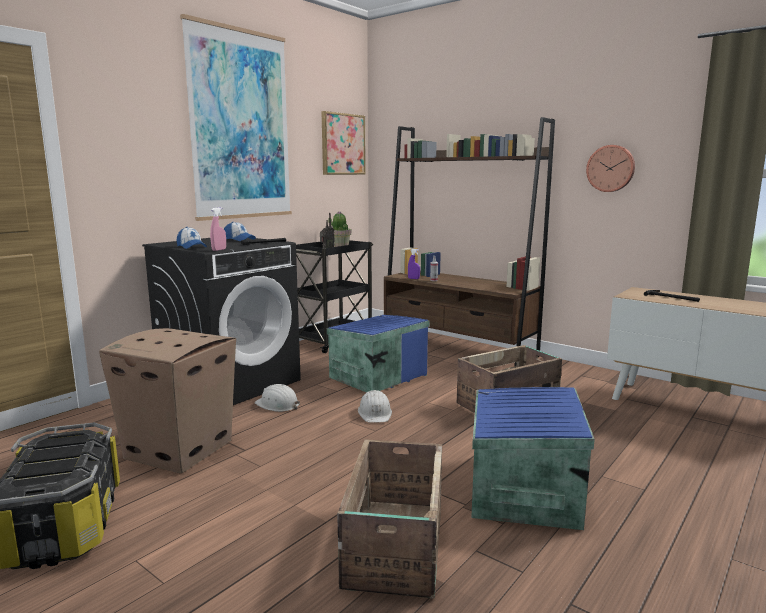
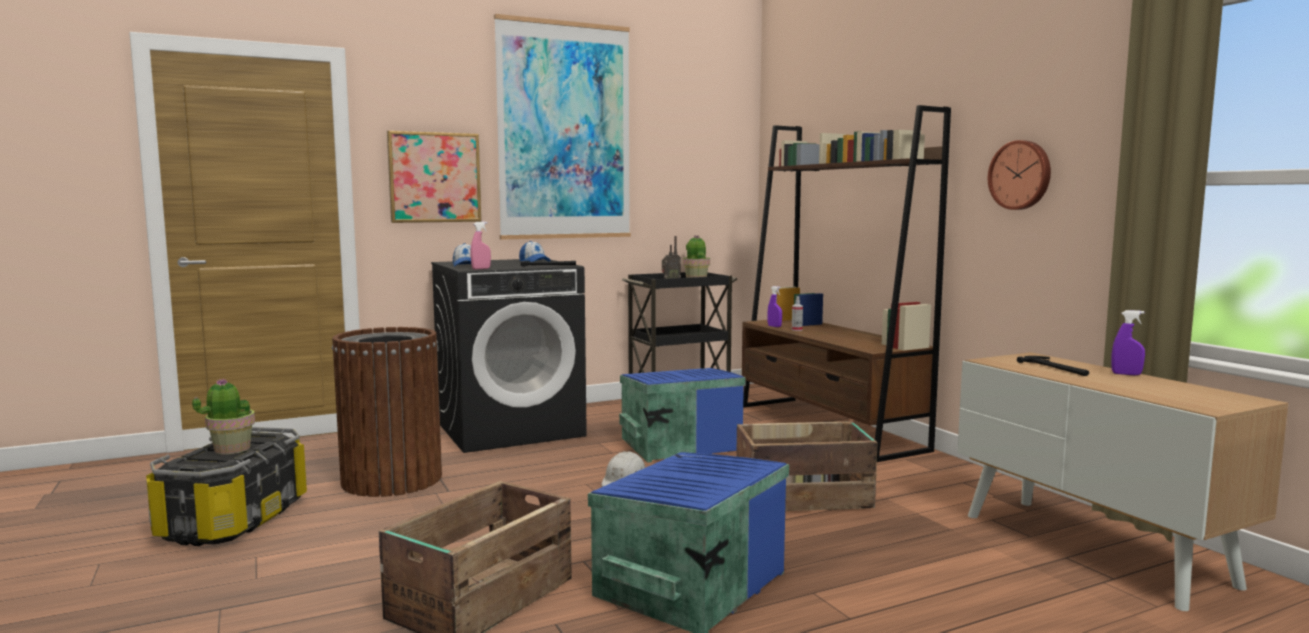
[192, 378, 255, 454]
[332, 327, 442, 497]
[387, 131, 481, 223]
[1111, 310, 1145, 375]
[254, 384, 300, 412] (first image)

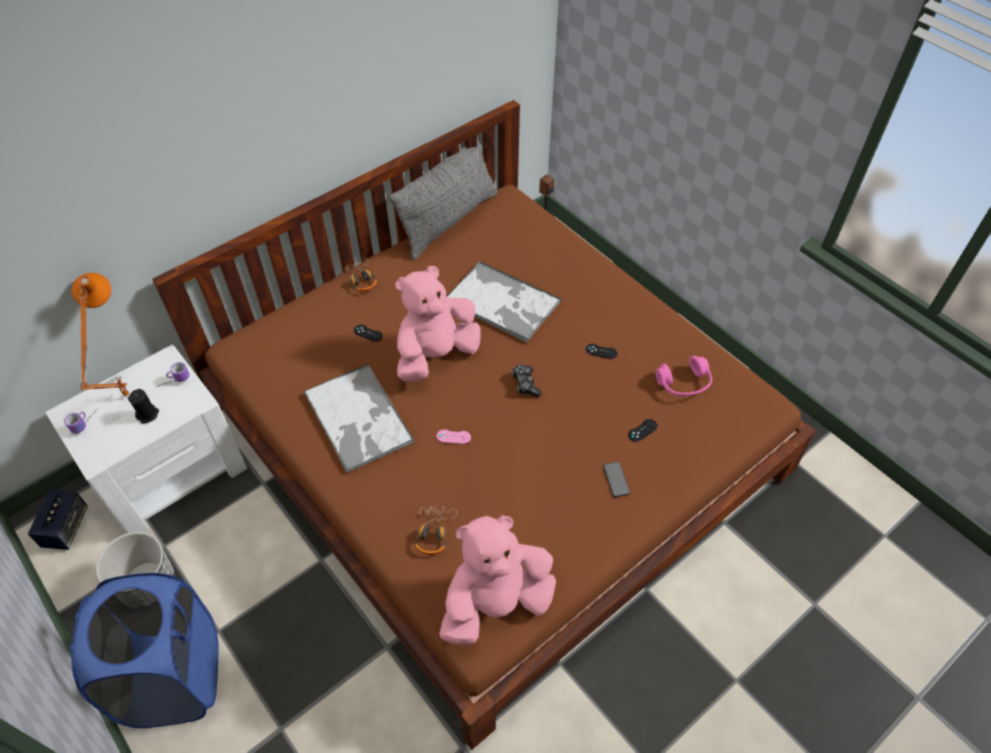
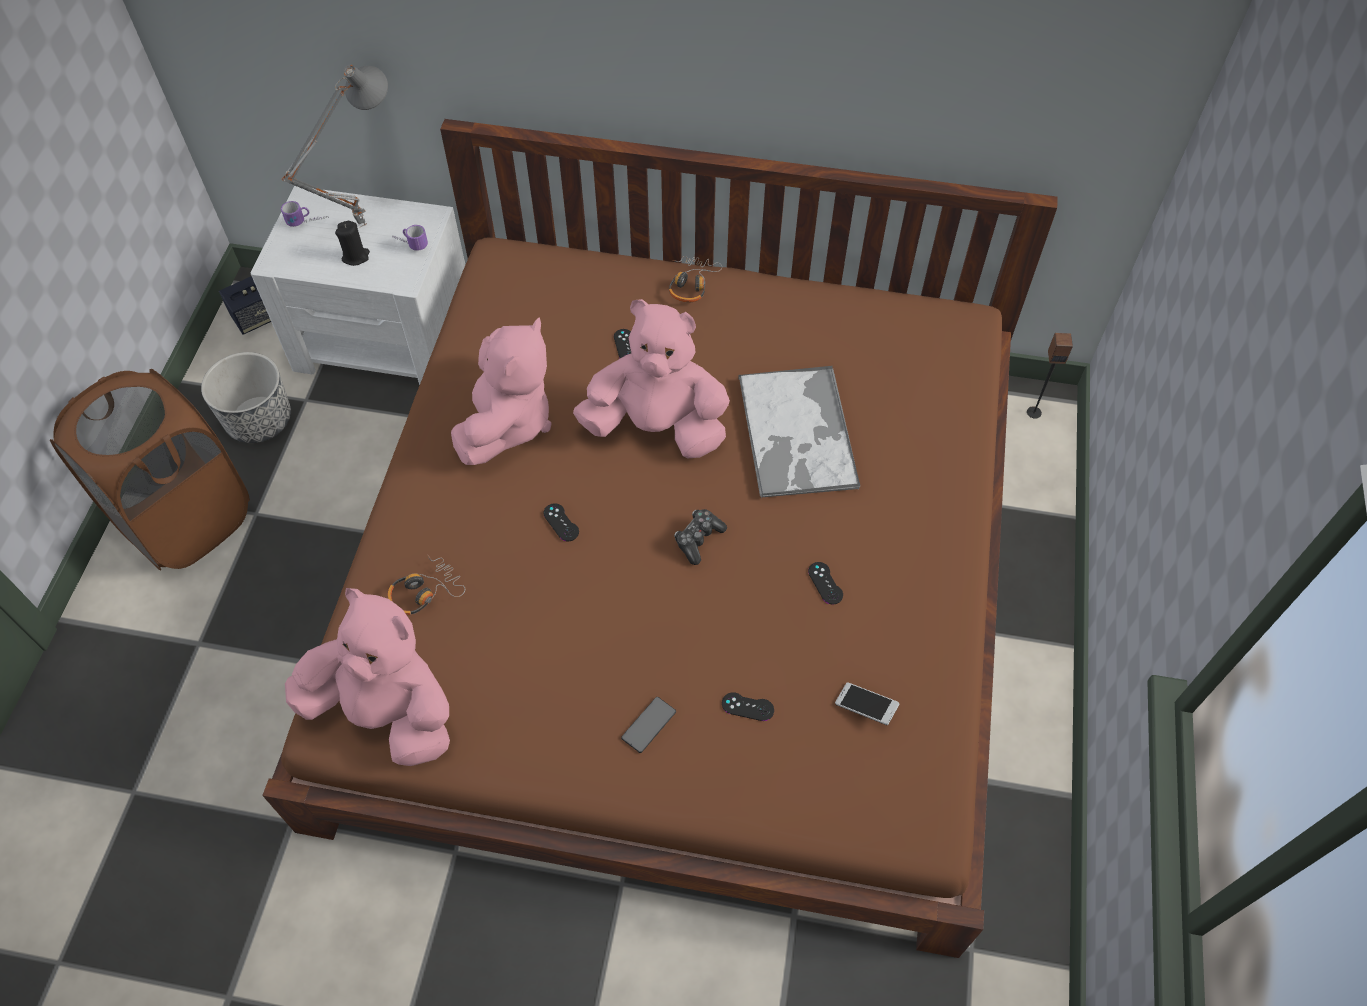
[50, 369, 250, 571]
[282, 65, 388, 227]
[451, 317, 552, 465]
[543, 503, 579, 541]
[835, 682, 899, 725]
[389, 134, 498, 260] (first image)

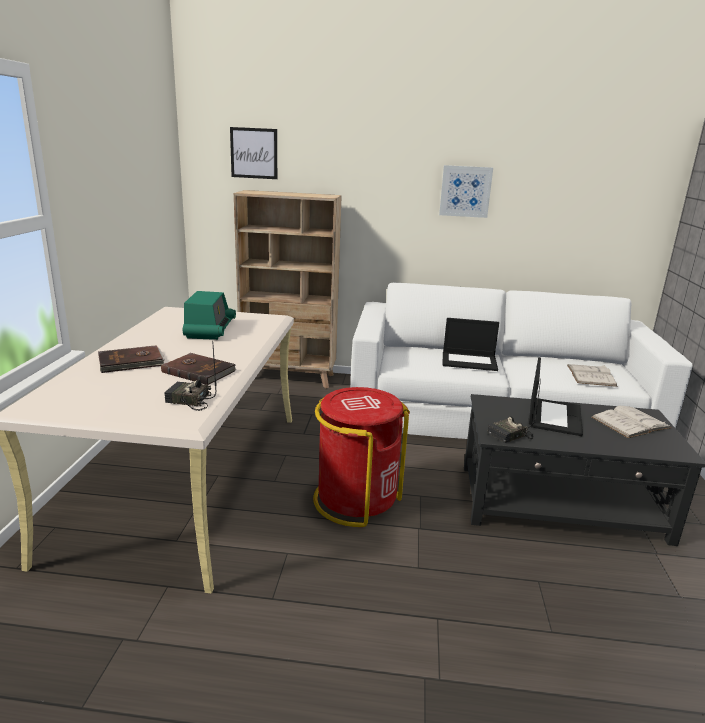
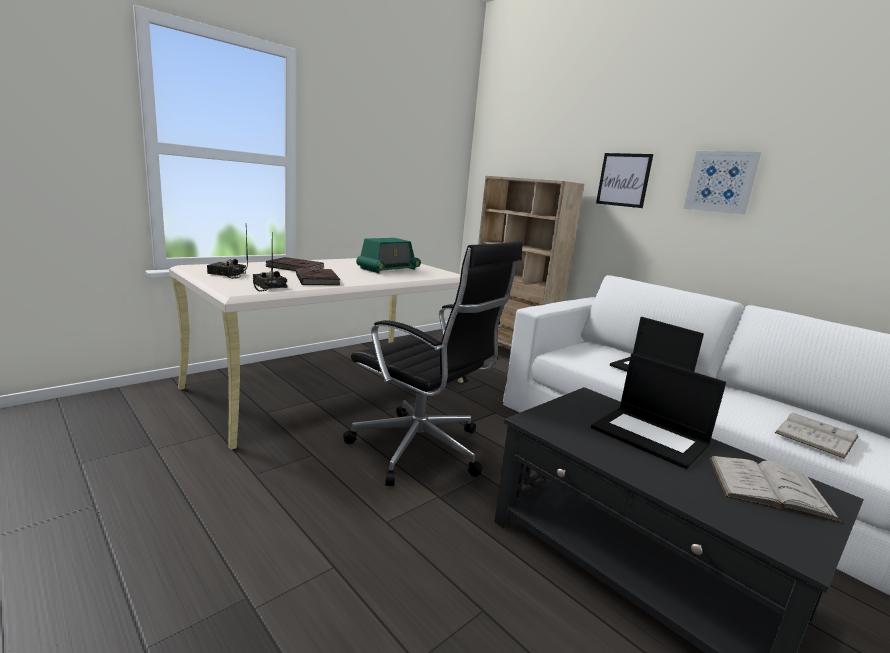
[207, 228, 248, 279]
[343, 241, 522, 486]
[591, 353, 726, 469]
[596, 153, 653, 208]

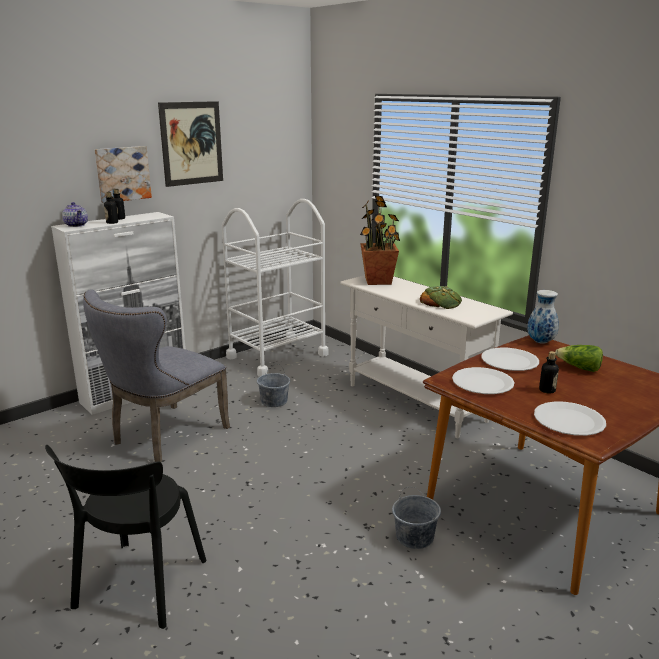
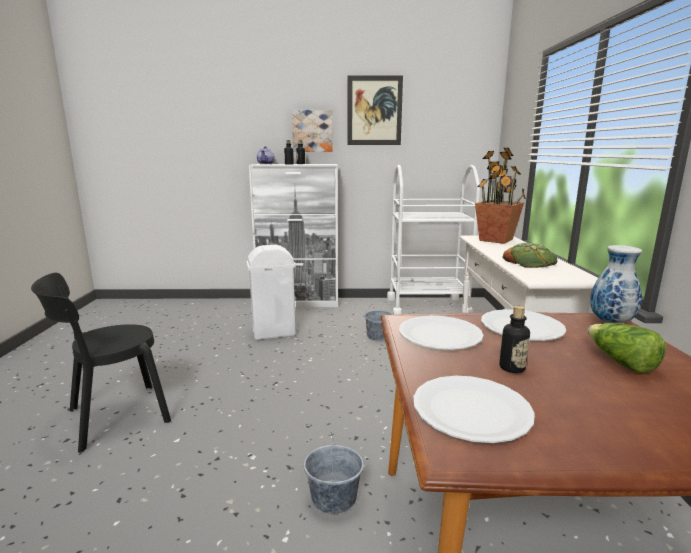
[246, 245, 296, 340]

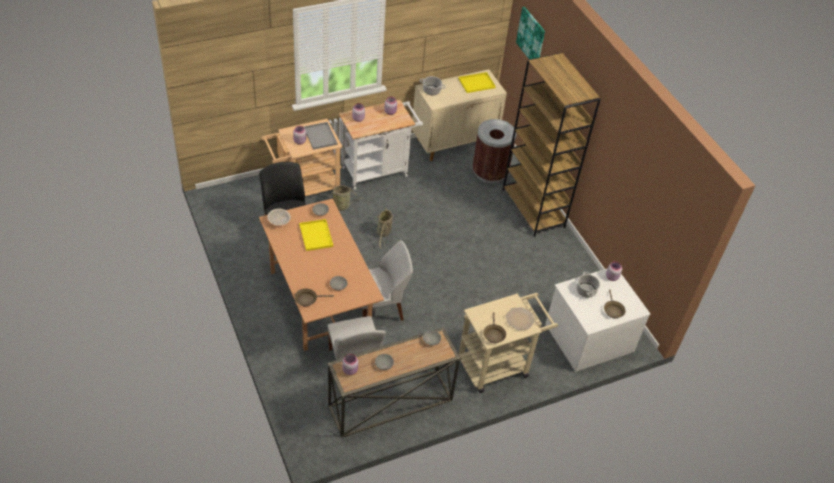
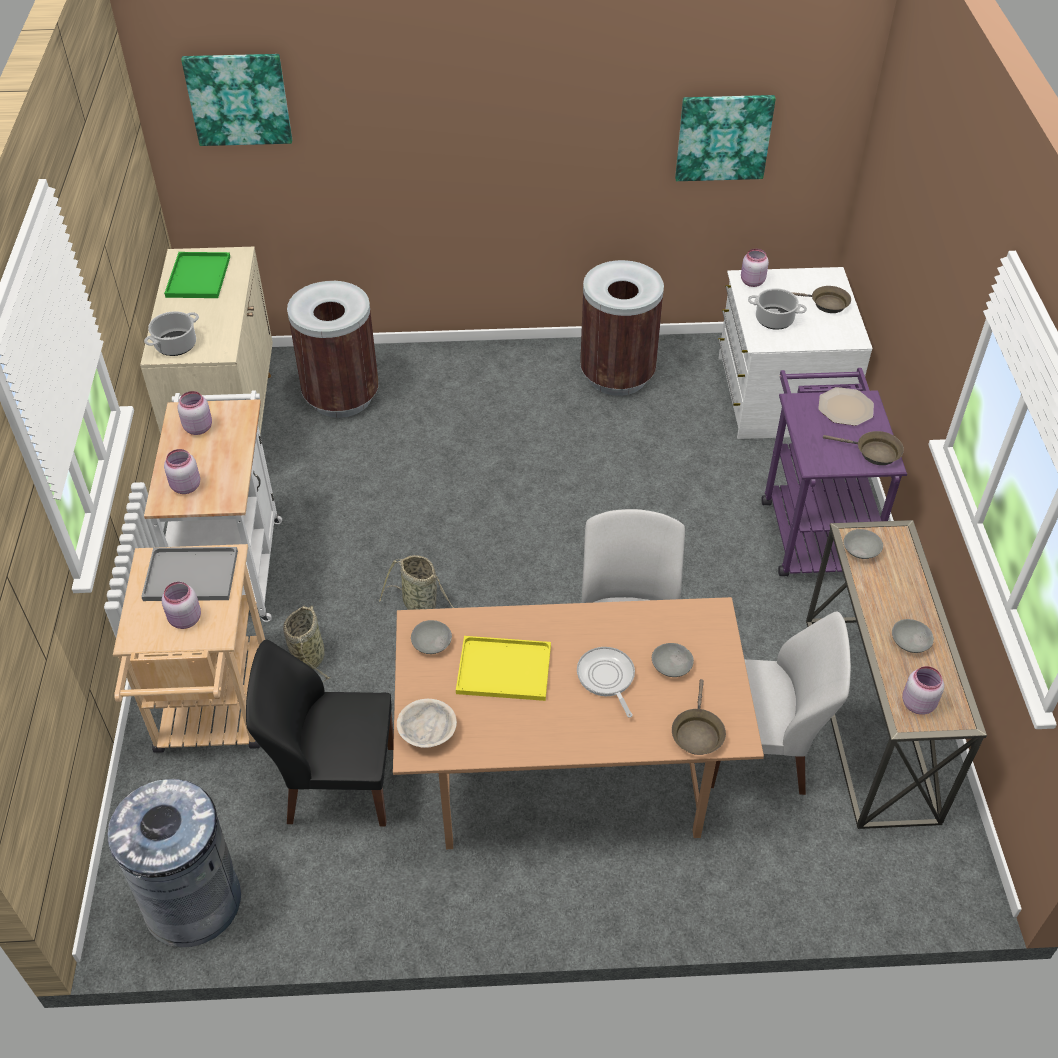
[107, 779, 241, 947]
[164, 252, 230, 298]
[577, 647, 635, 718]
[580, 260, 664, 396]
[675, 95, 776, 181]
[761, 368, 907, 576]
[502, 53, 601, 237] (first image)

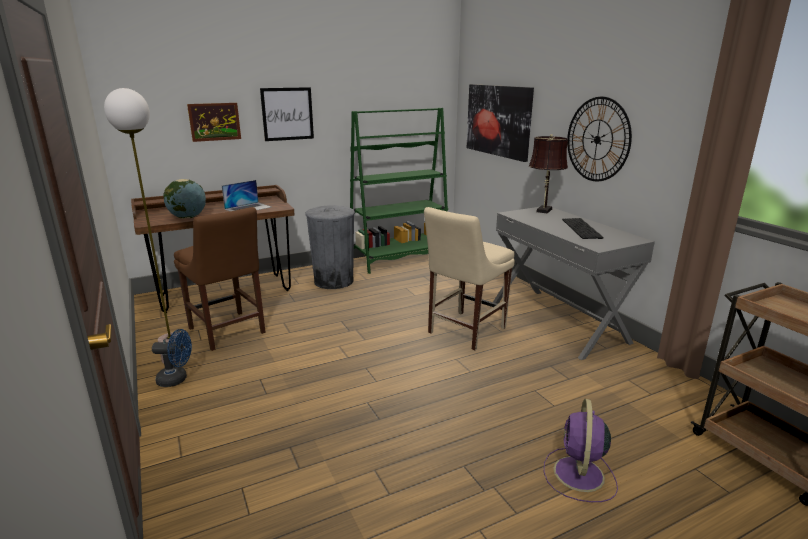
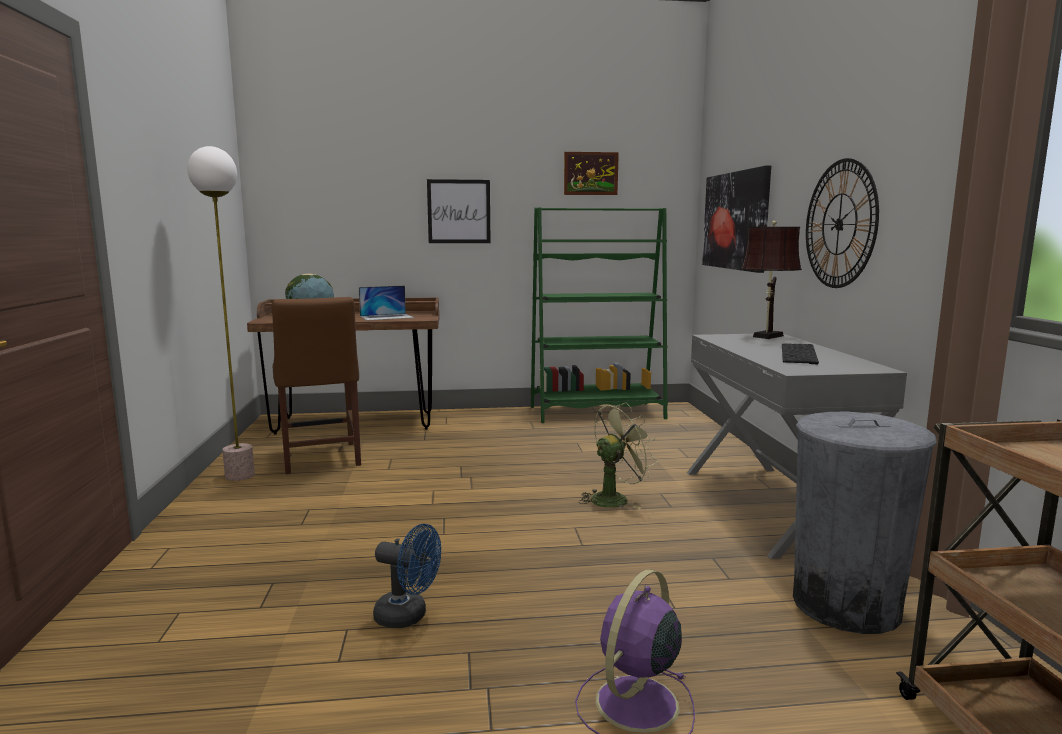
[373, 524, 441, 628]
[564, 152, 619, 195]
[579, 402, 658, 509]
[793, 412, 937, 634]

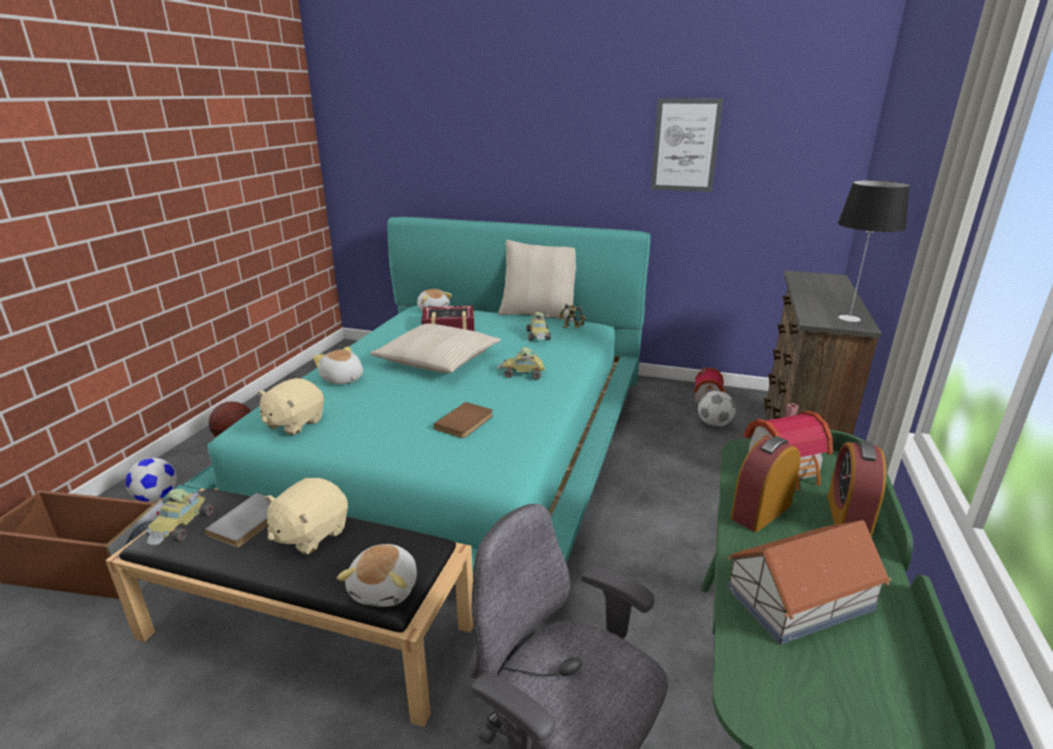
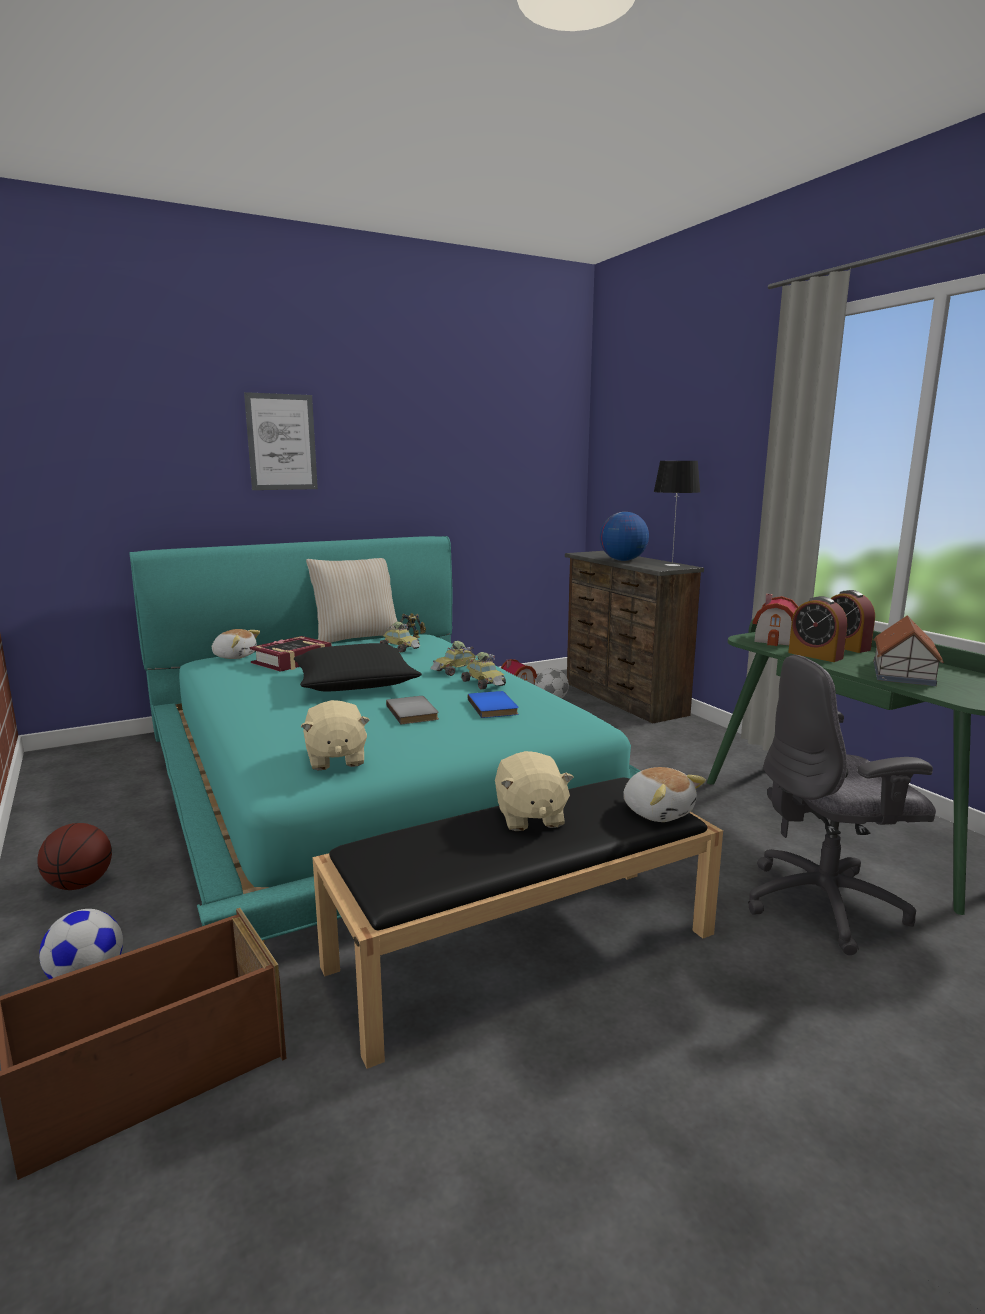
[244, 392, 318, 490]
[294, 643, 422, 691]
[386, 696, 439, 724]
[461, 652, 506, 690]
[468, 691, 519, 718]
[600, 512, 649, 561]
[788, 596, 847, 662]
[313, 347, 363, 384] (first image)

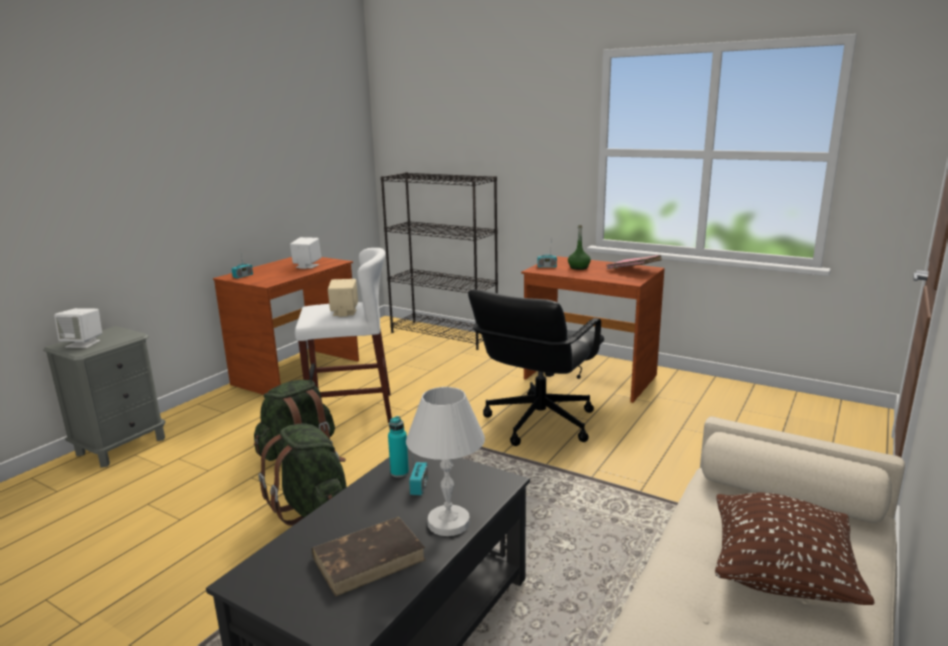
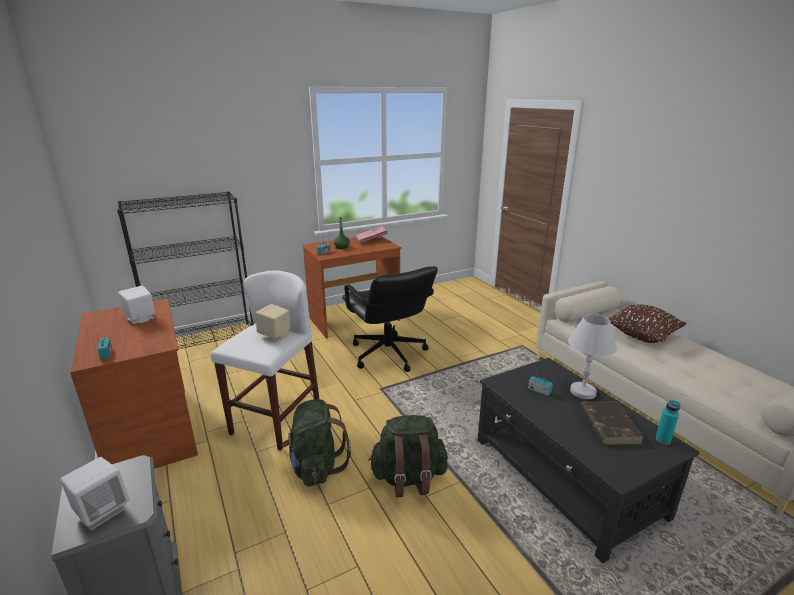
[655, 399, 681, 445]

